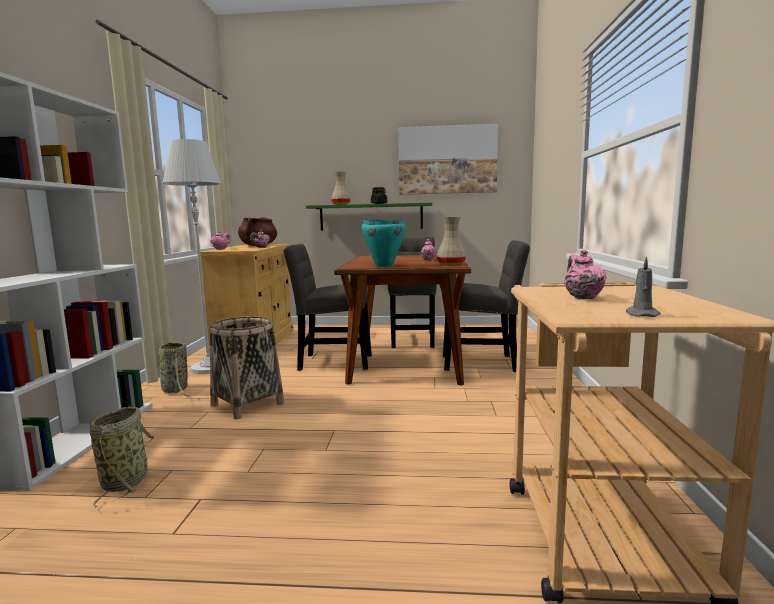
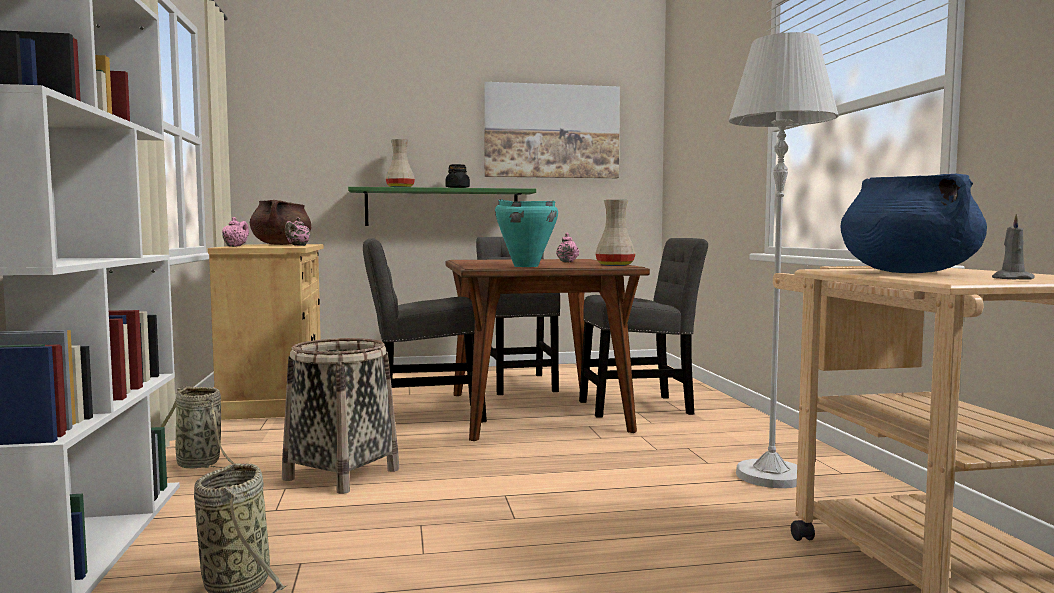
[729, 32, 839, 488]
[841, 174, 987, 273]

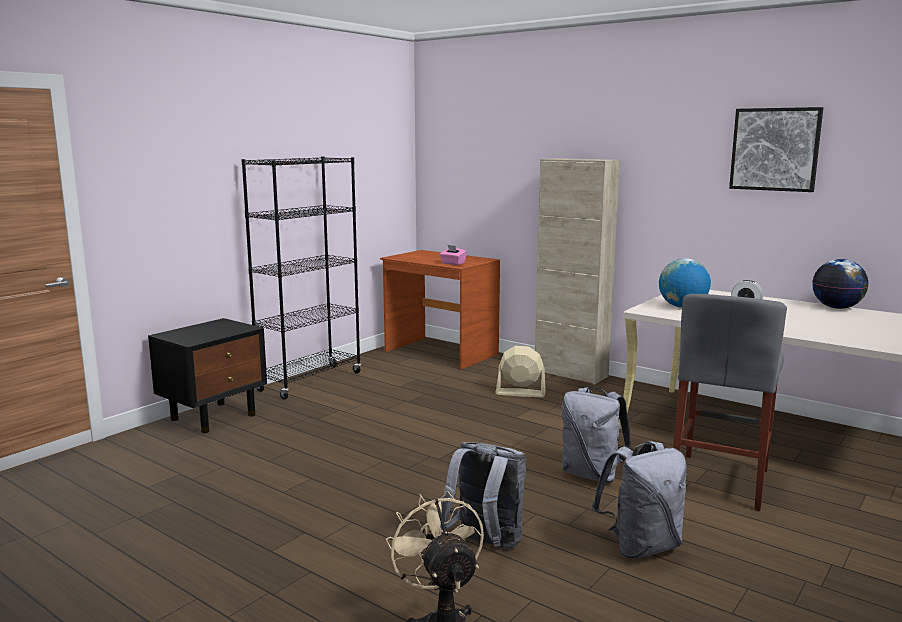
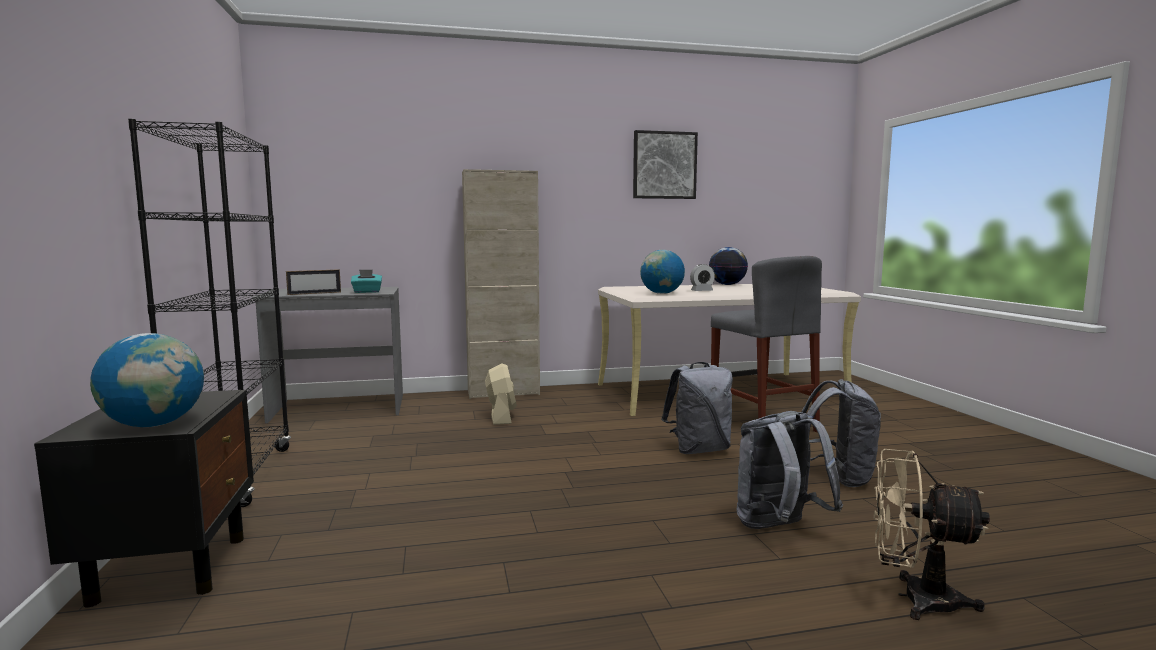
[90, 333, 204, 427]
[252, 287, 403, 423]
[286, 269, 341, 295]
[351, 270, 382, 293]
[485, 364, 517, 425]

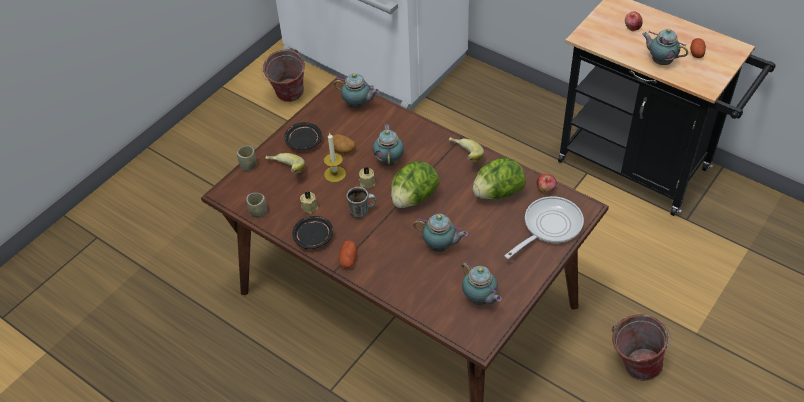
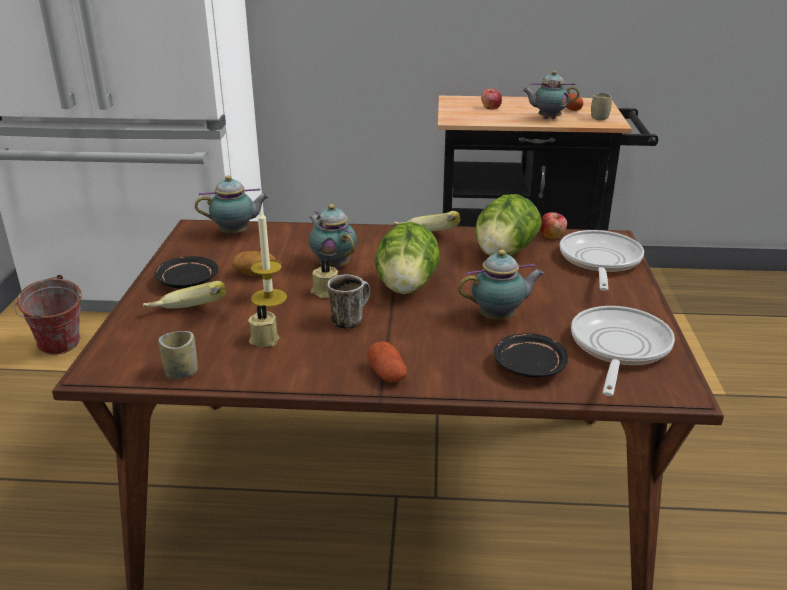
[494, 333, 568, 378]
[571, 306, 675, 396]
[591, 93, 612, 121]
[612, 314, 671, 381] (first image)

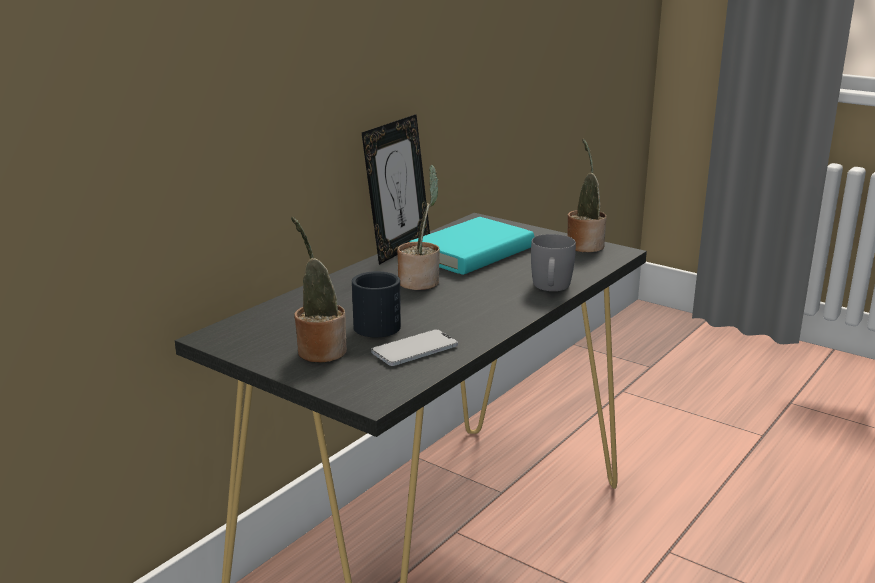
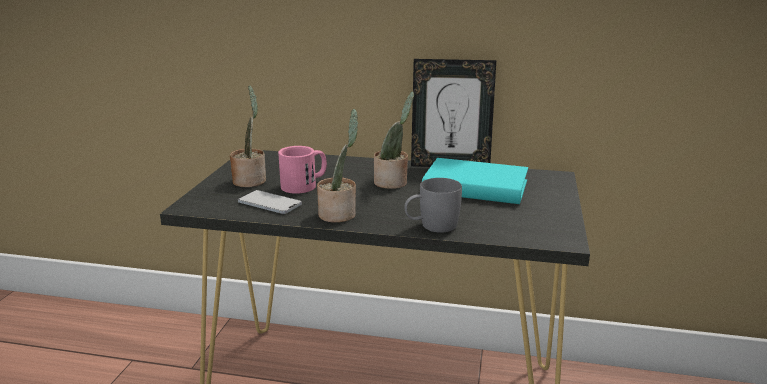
[278, 146, 327, 194]
[317, 109, 358, 223]

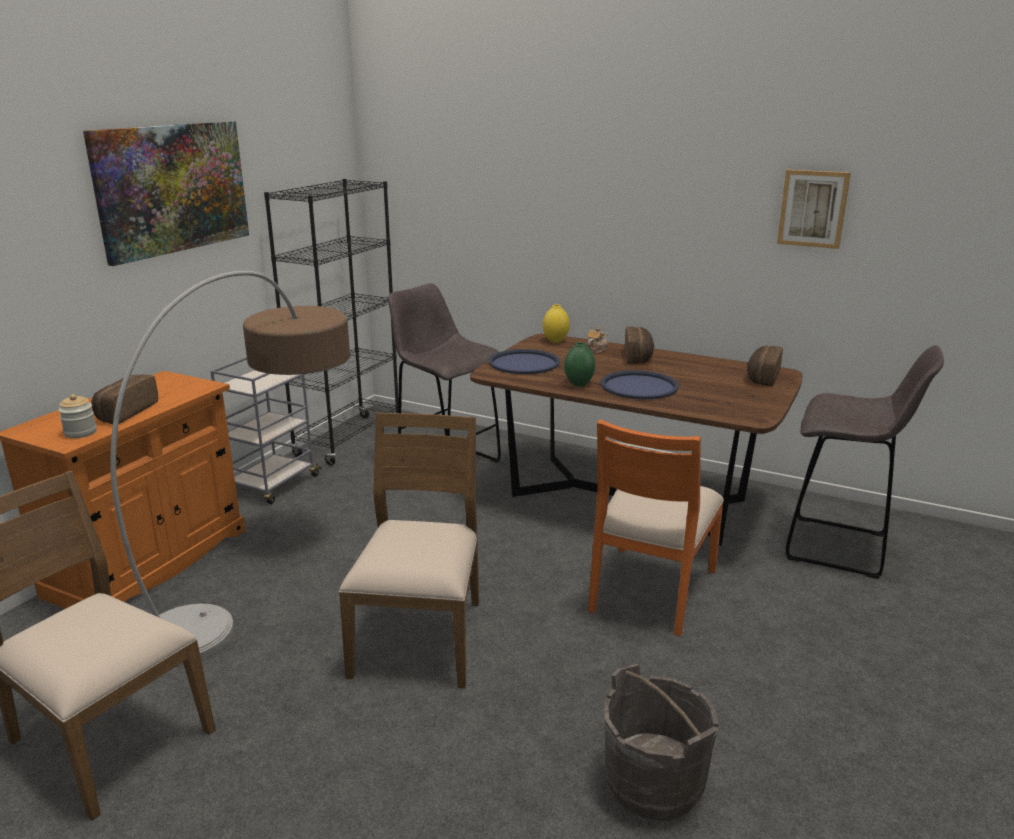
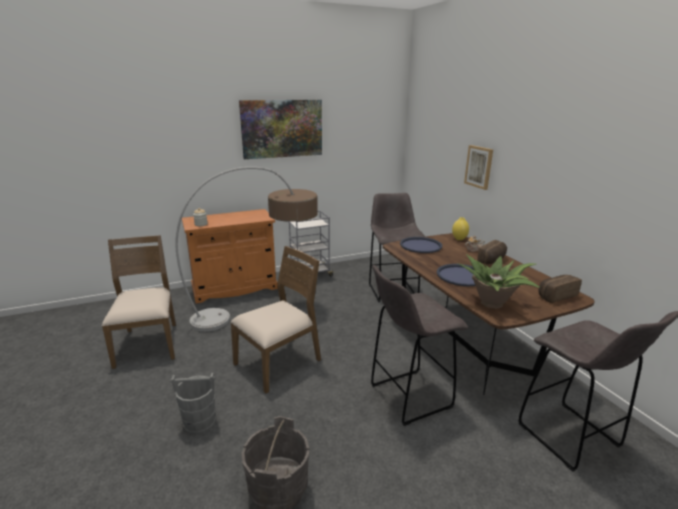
[171, 372, 216, 434]
[371, 265, 468, 426]
[457, 254, 540, 309]
[464, 145, 493, 190]
[91, 374, 158, 424] (first image)
[264, 179, 399, 465] (first image)
[564, 342, 596, 386] (first image)

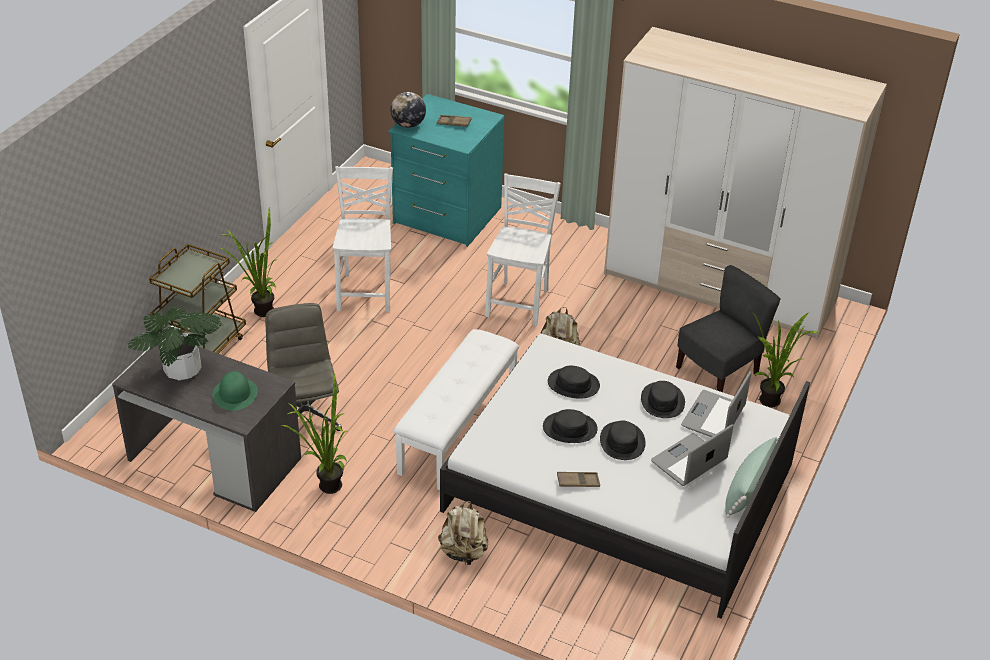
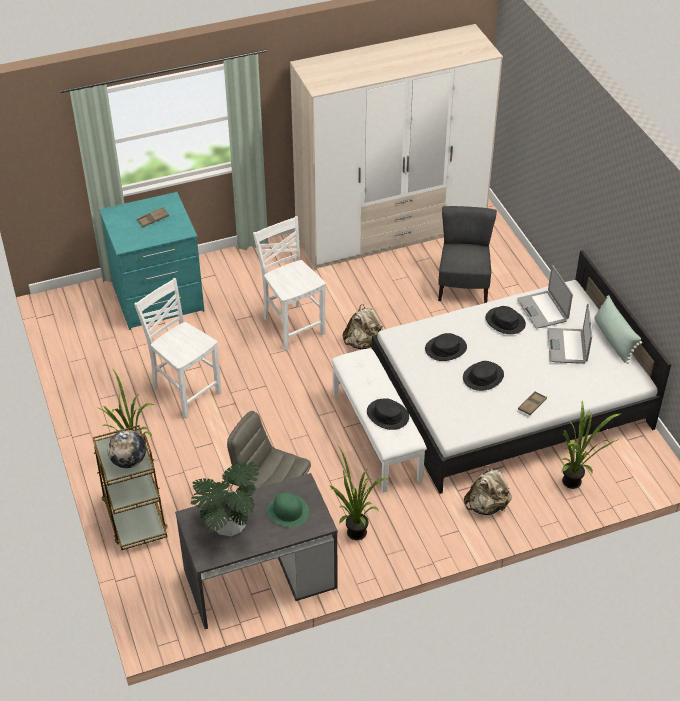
[107, 430, 146, 468]
[367, 398, 409, 430]
[561, 401, 620, 489]

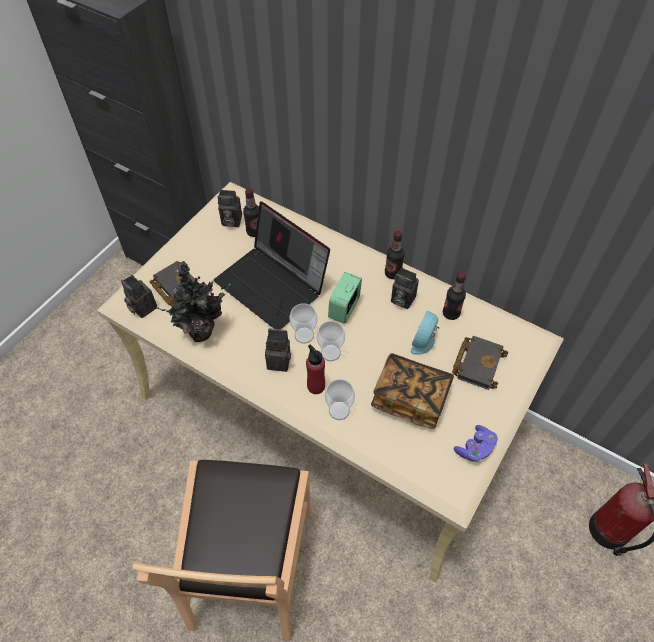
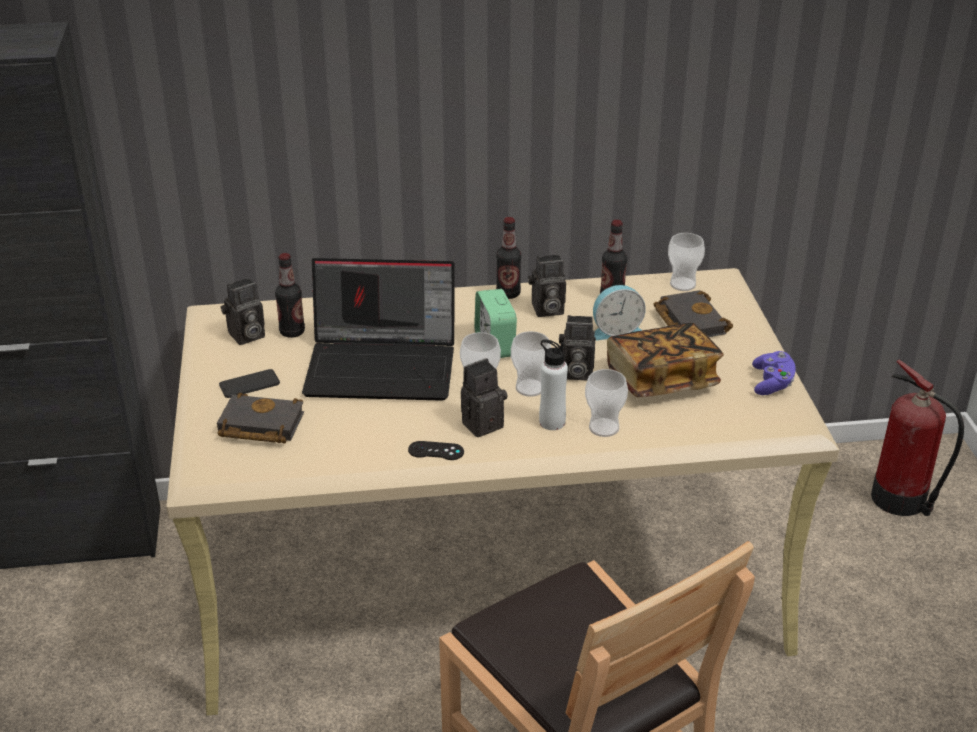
[219, 369, 280, 398]
[408, 441, 464, 460]
[539, 339, 568, 430]
[559, 315, 596, 381]
[593, 285, 646, 340]
[668, 233, 705, 291]
[156, 263, 230, 342] (first image)

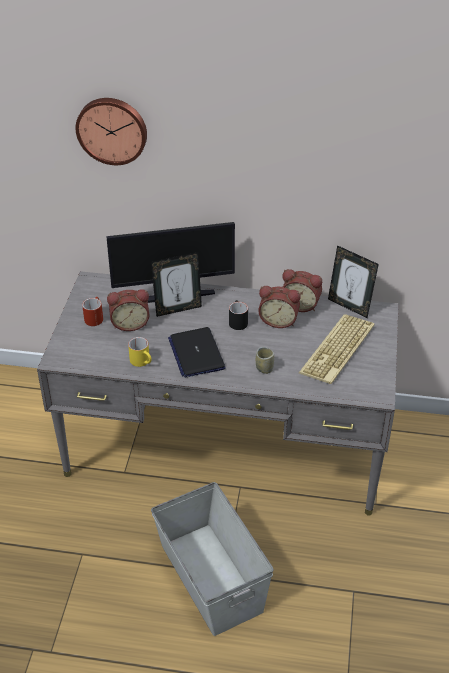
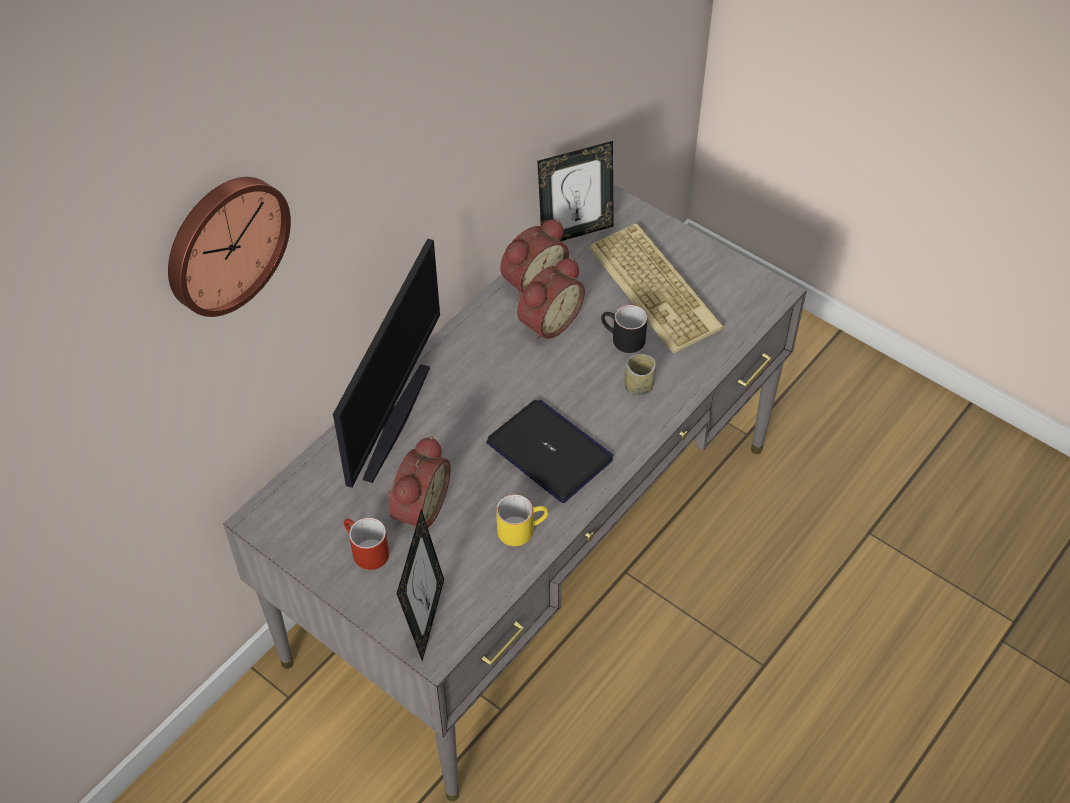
[397, 509, 444, 661]
[486, 400, 613, 503]
[601, 305, 648, 353]
[151, 482, 274, 636] (first image)

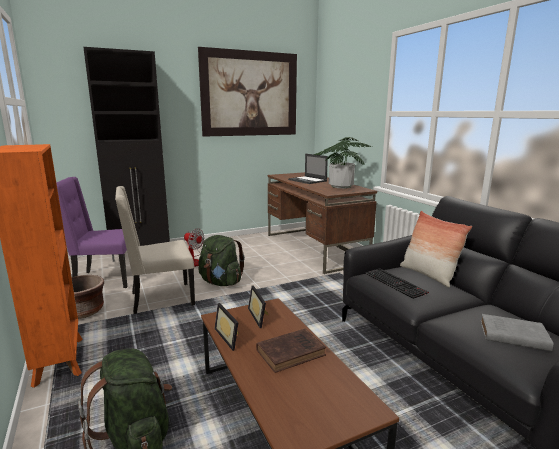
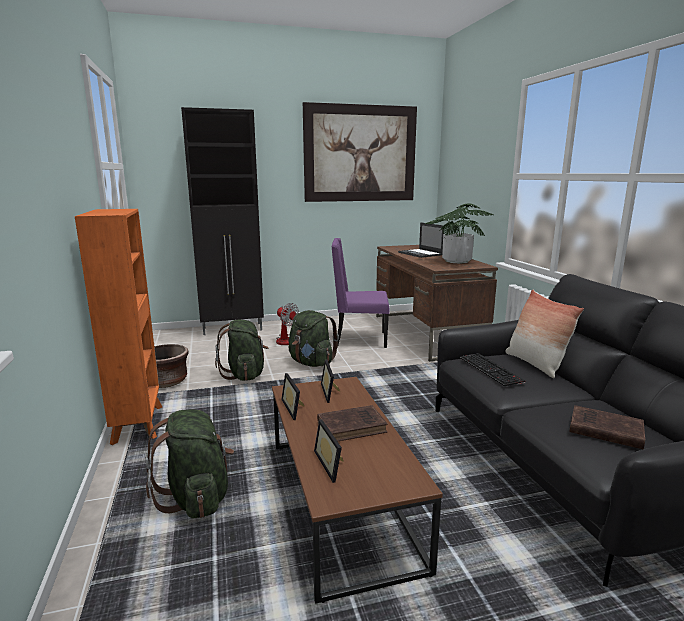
[215, 319, 269, 381]
[314, 419, 344, 483]
[331, 238, 389, 348]
[569, 405, 645, 449]

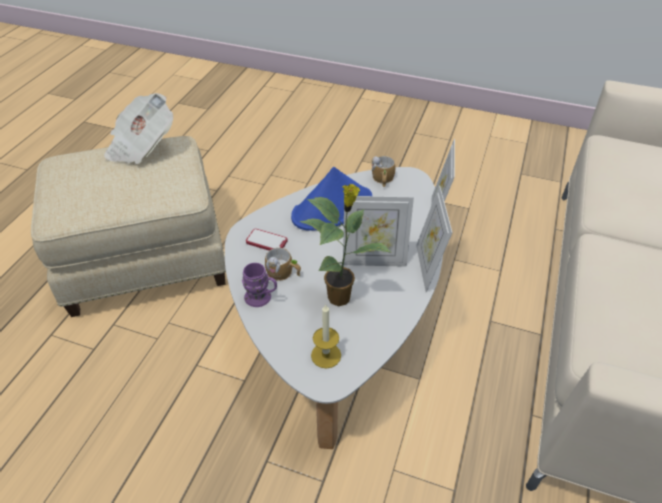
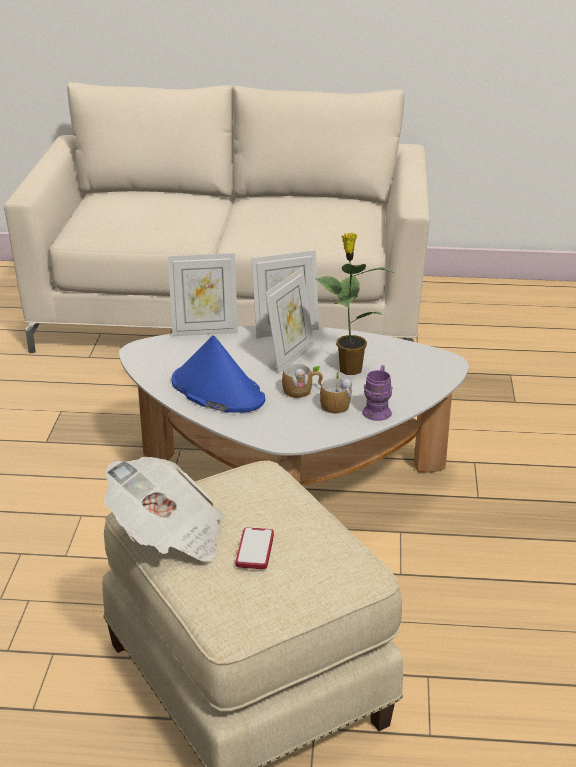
[236, 527, 274, 569]
[265, 267, 314, 374]
[282, 364, 323, 398]
[311, 304, 341, 368] (first image)

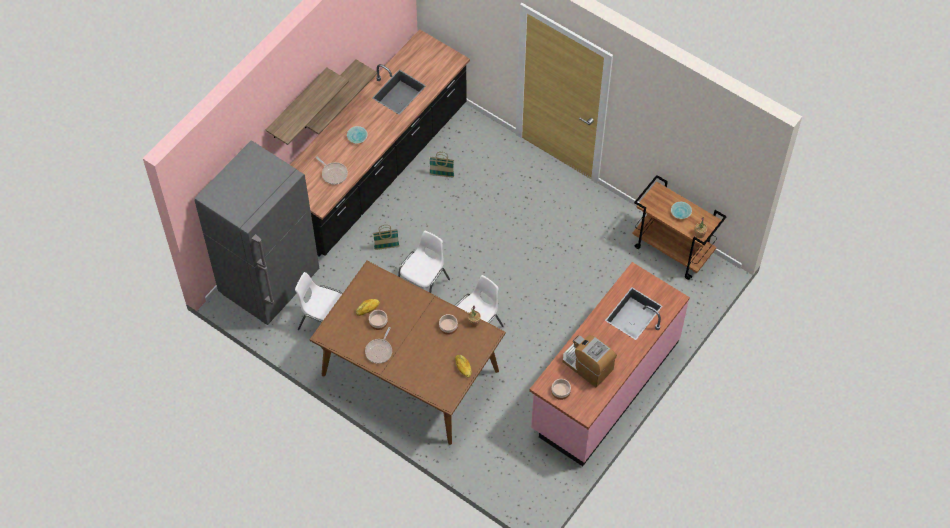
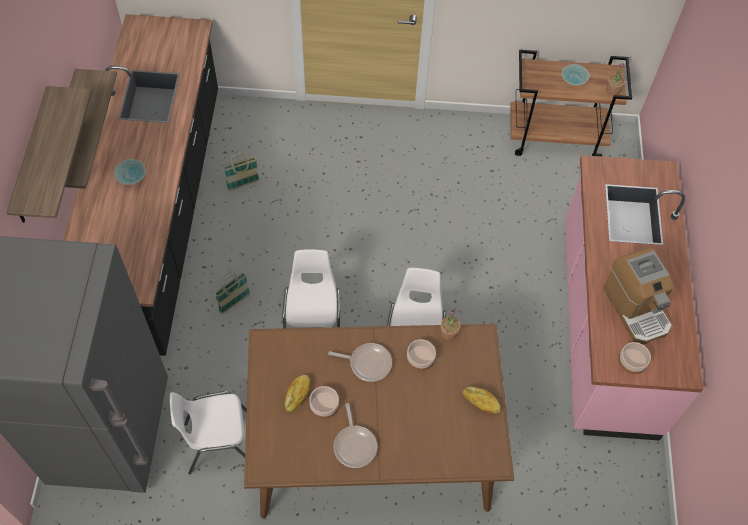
[328, 343, 392, 382]
[603, 247, 674, 344]

